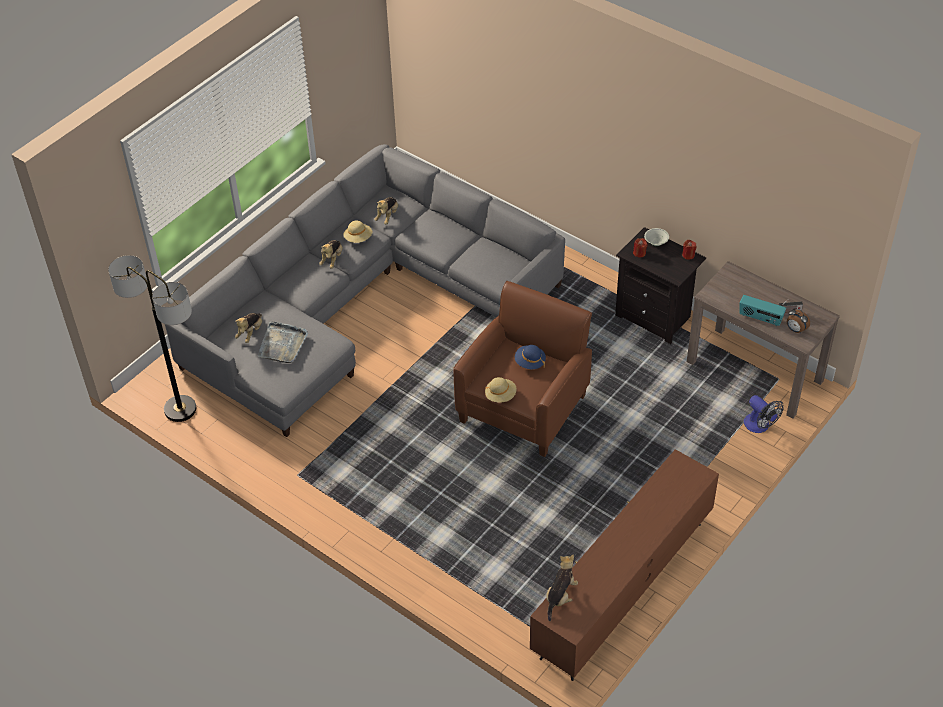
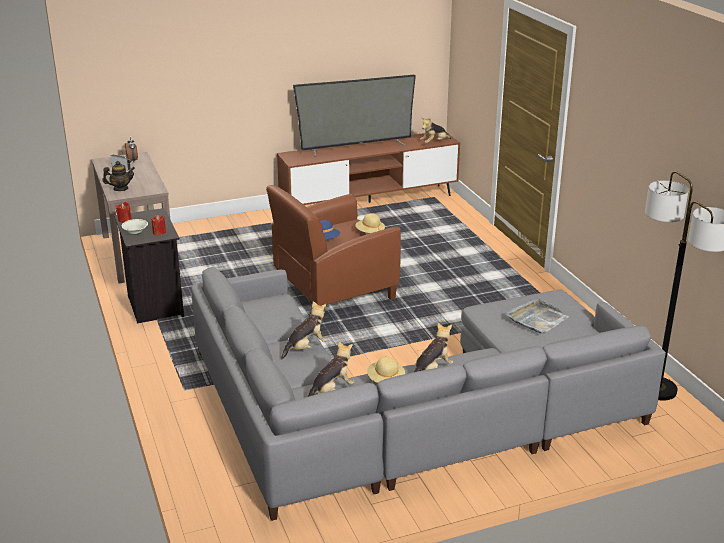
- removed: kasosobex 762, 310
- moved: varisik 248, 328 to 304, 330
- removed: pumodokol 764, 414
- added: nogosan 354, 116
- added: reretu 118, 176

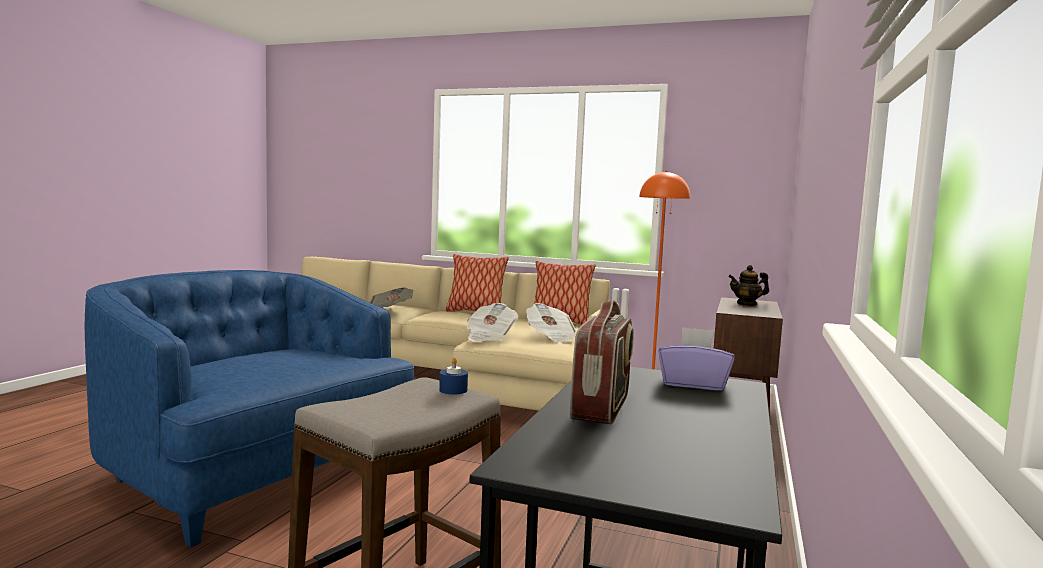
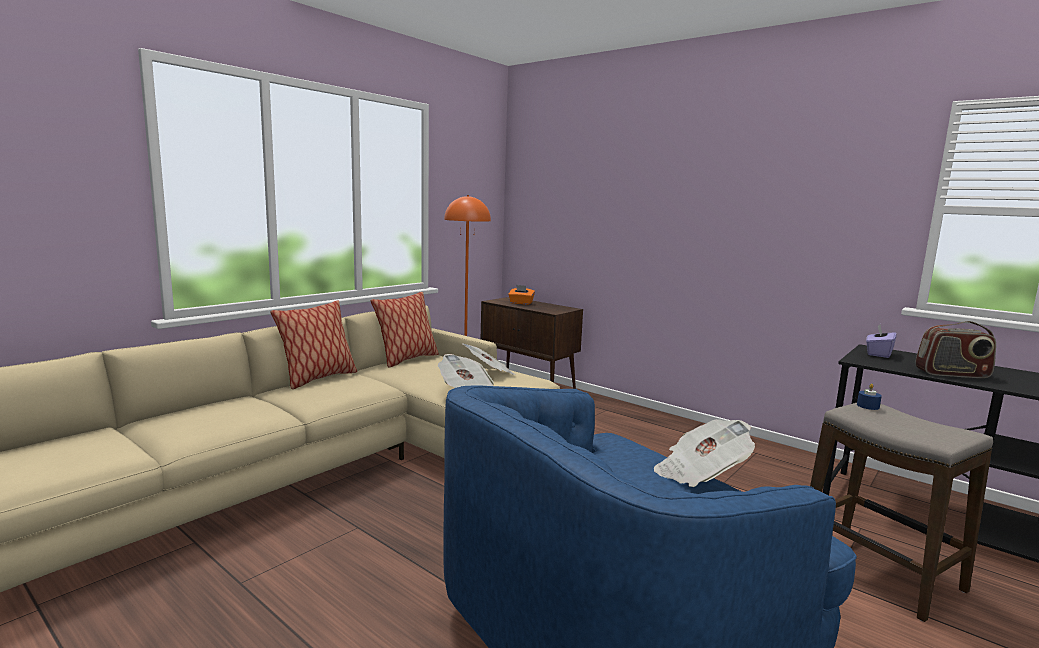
- replaced: reretu 748, 285 to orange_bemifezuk 521, 295
- moved: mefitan 392, 297 to 704, 453
- turned: kasosobex 602, 362 = 955, 349 150 degrees clockwise

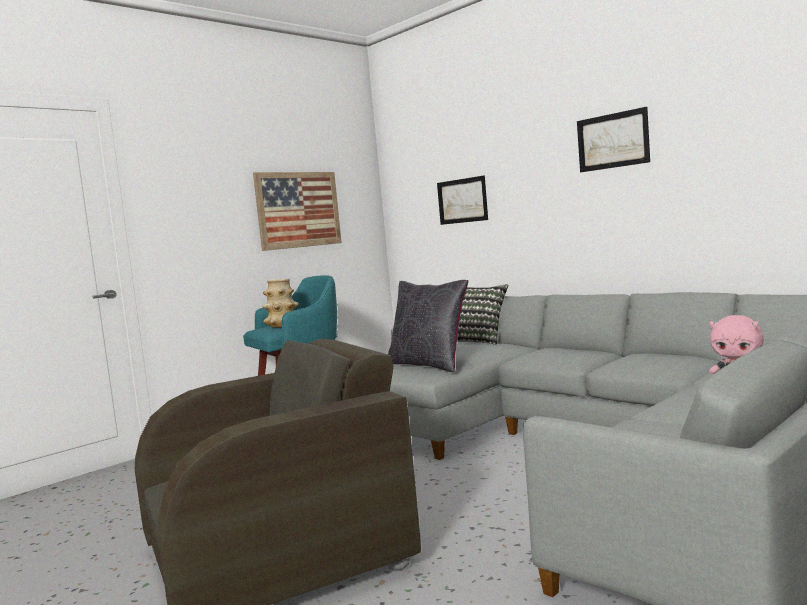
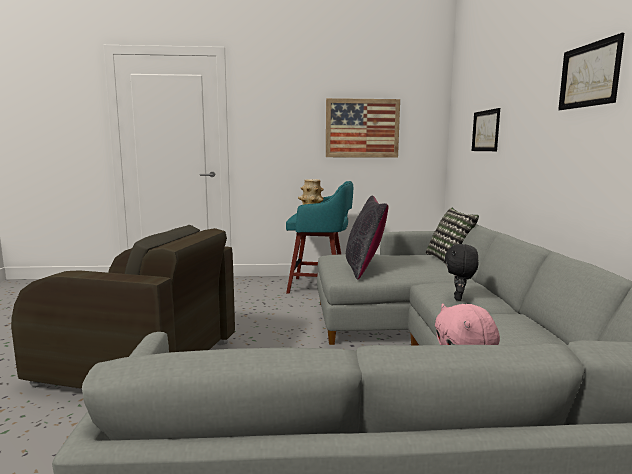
- added: black_varisik 461, 272

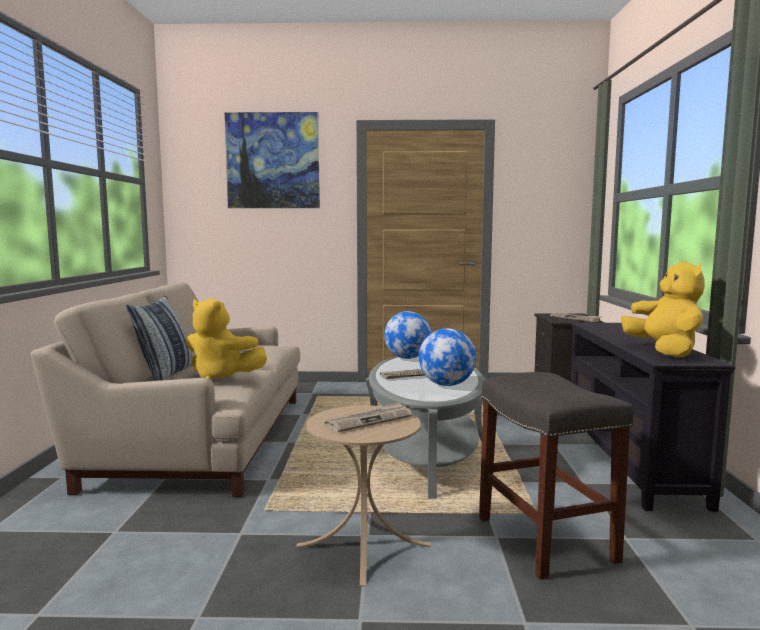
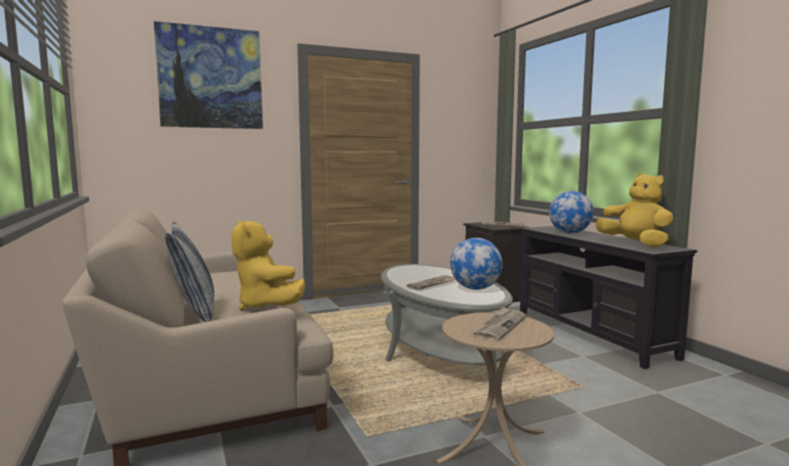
- turned: yellow_varisik 226, 339 = 268, 265 60 degrees clockwise
- moved: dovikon 407, 335 to 571, 212
- removed: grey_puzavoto 556, 475

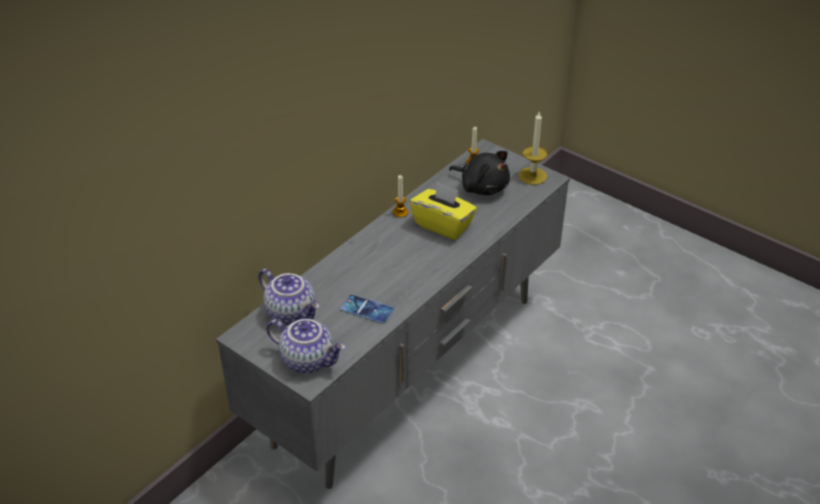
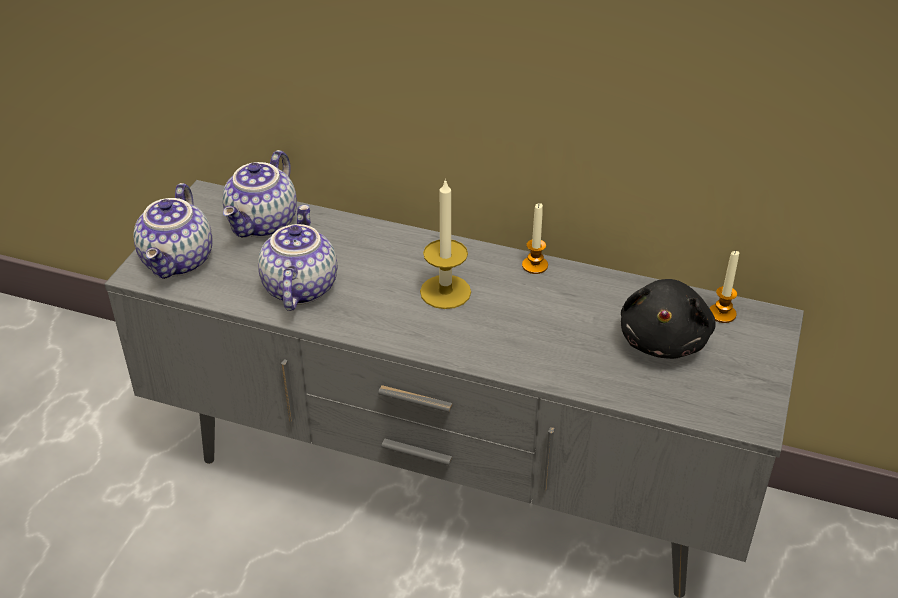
- moved: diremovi 533, 148 to 445, 243
- removed: yellow_bemifezuk 443, 211
- replaced: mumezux 367, 309 to reretu 297, 258

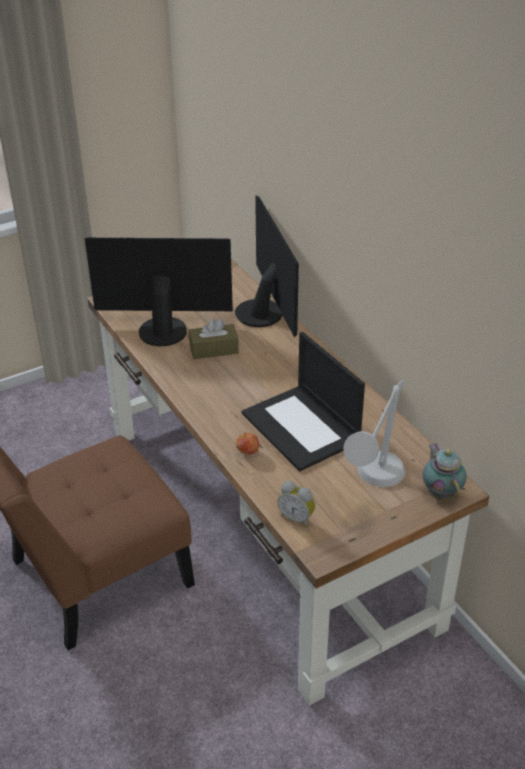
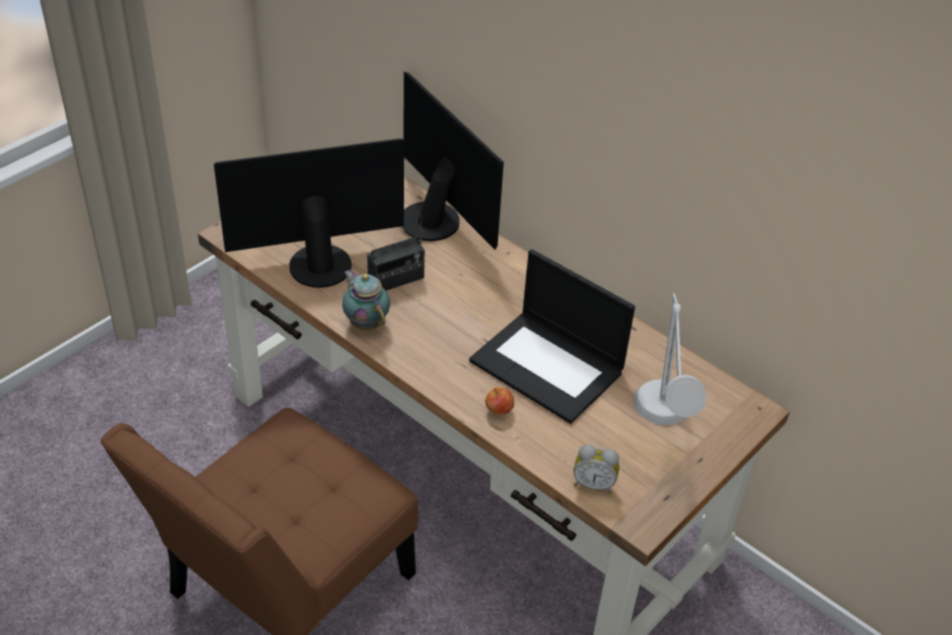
- replaced: brown_bemifezuk 214, 338 to kasosobex 396, 253
- moved: reretu 444, 471 to 366, 299

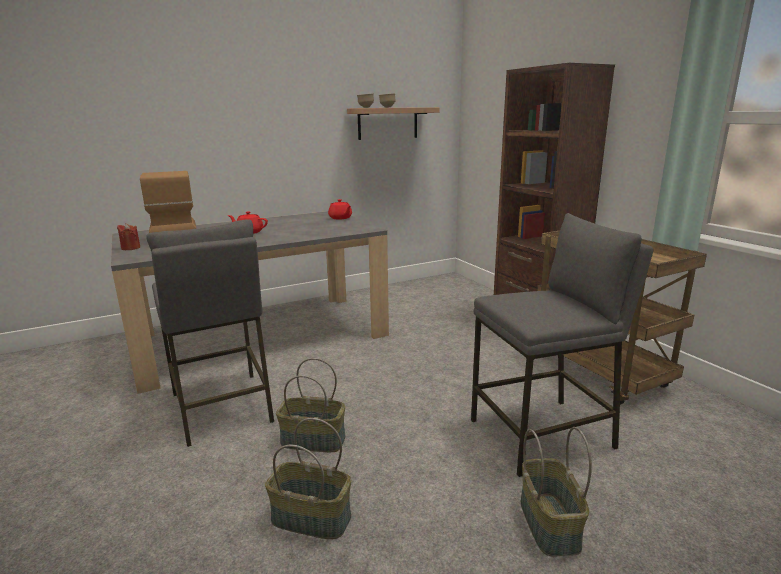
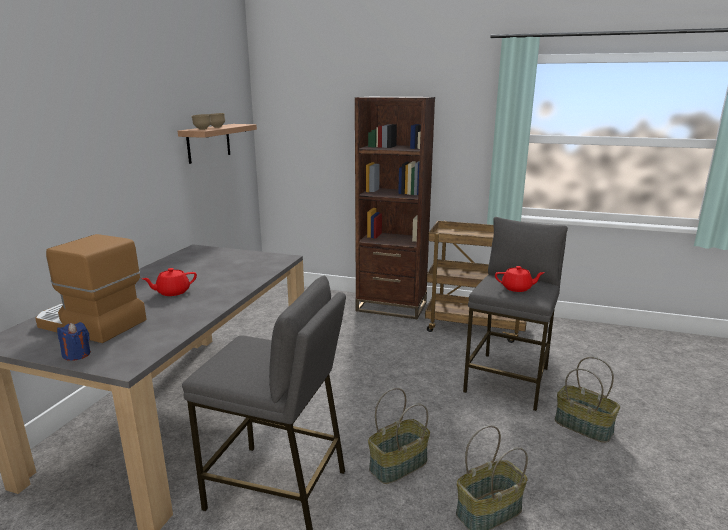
- moved: red_reretu 340, 209 to 520, 279
- recoloured: red_diremovi 128, 236 to blue_diremovi 74, 341

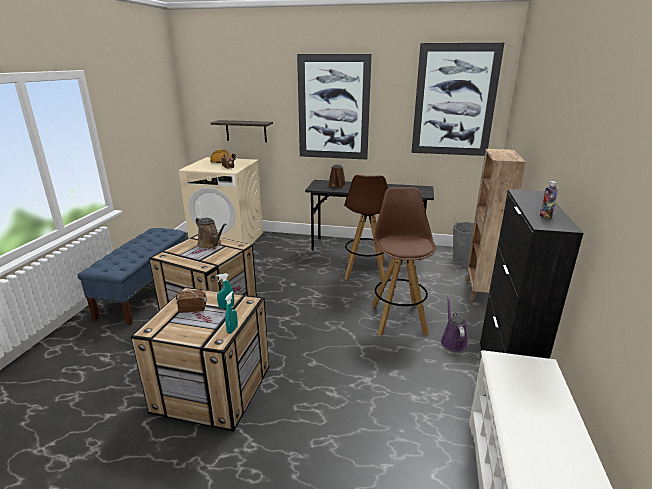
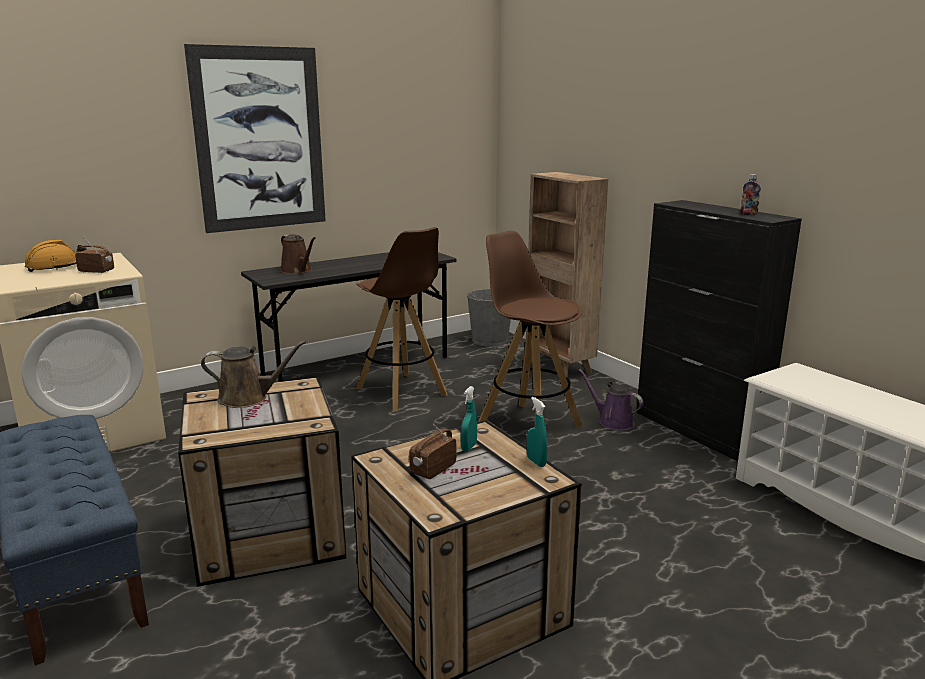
- removed: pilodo 457, 99
- removed: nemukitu 242, 131

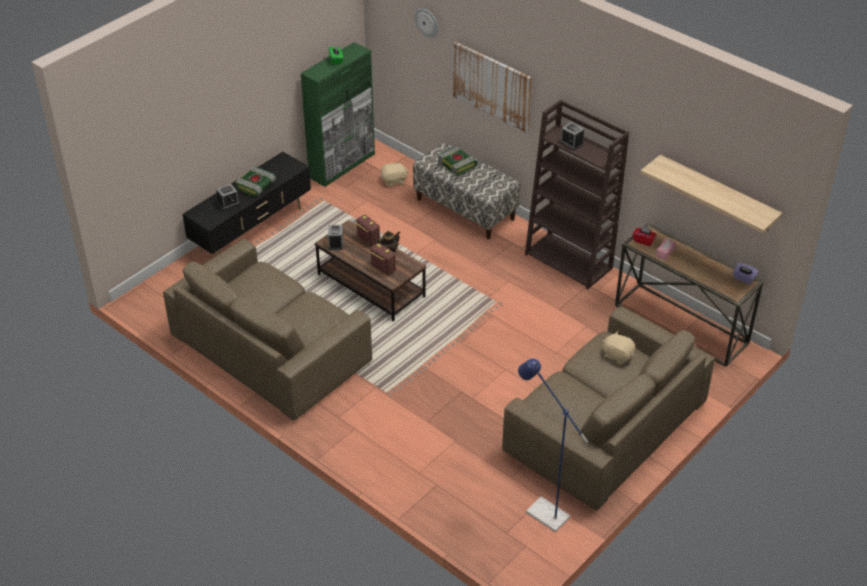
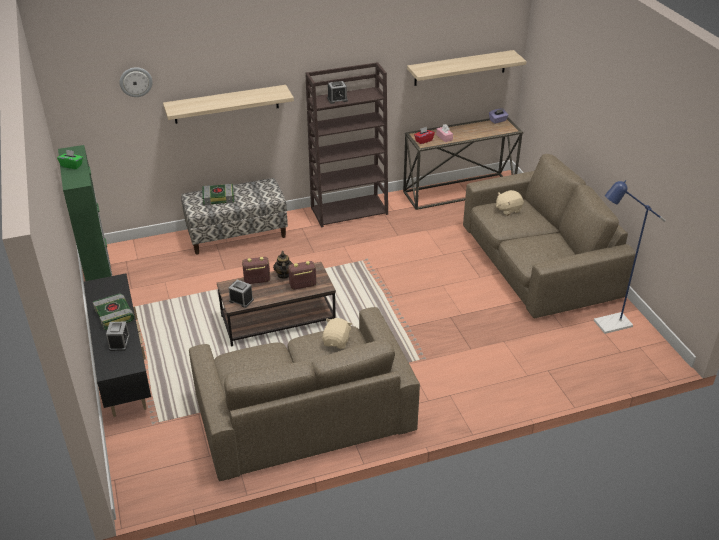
- replaced: pilodo 492, 87 to nemukitu 228, 104
- moved: beige_varisik 395, 174 to 337, 333

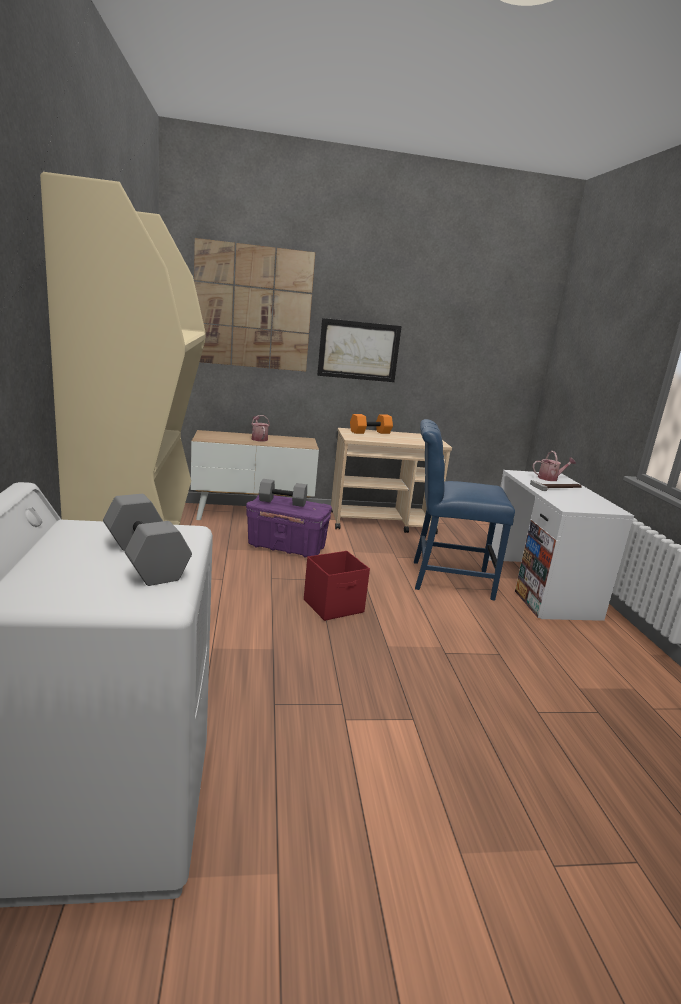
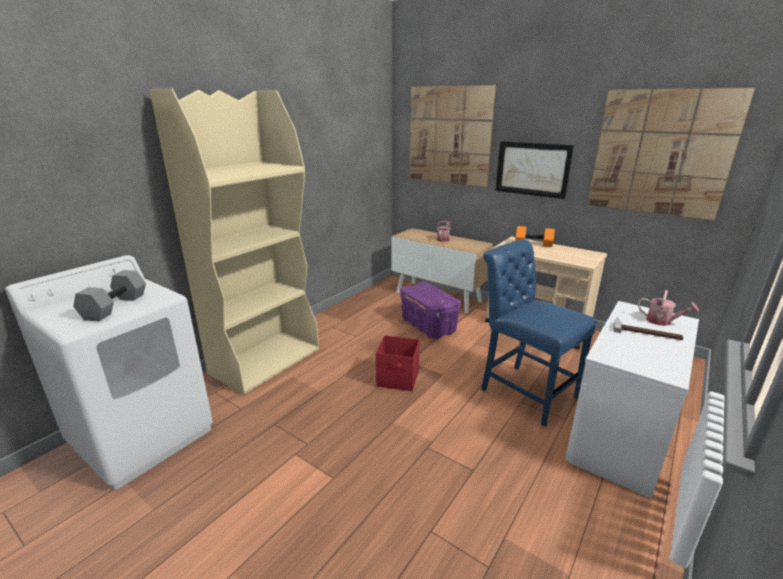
- removed: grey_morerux 283, 493
- added: pilodo 671, 154

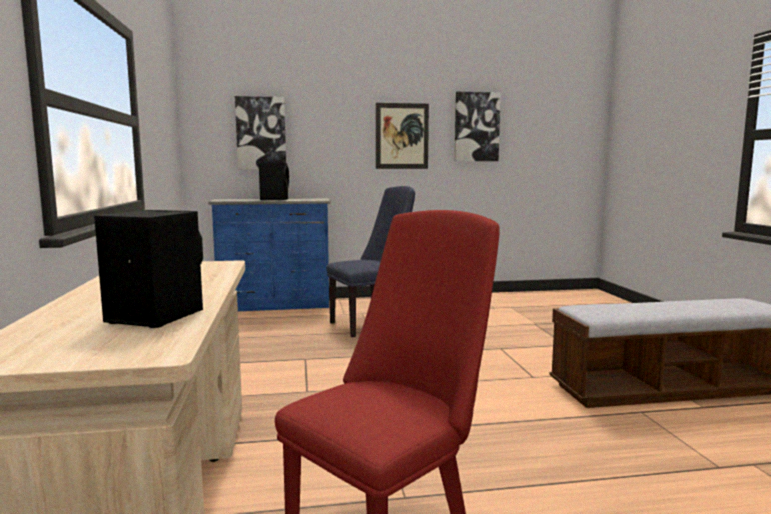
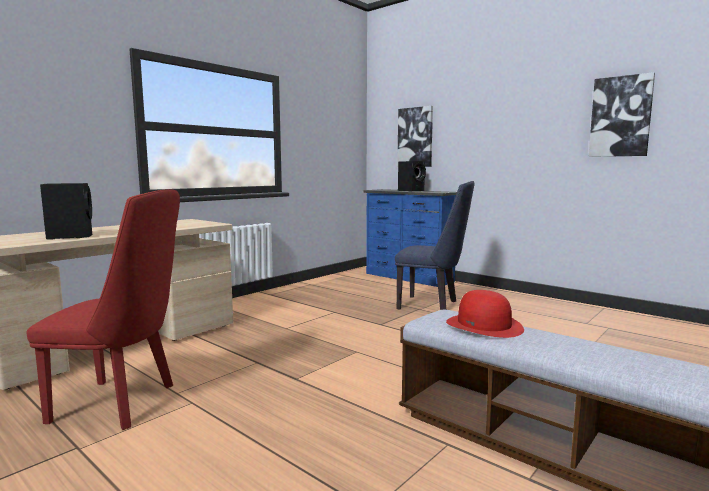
- removed: pilodo 402, 136
- added: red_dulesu 485, 314

